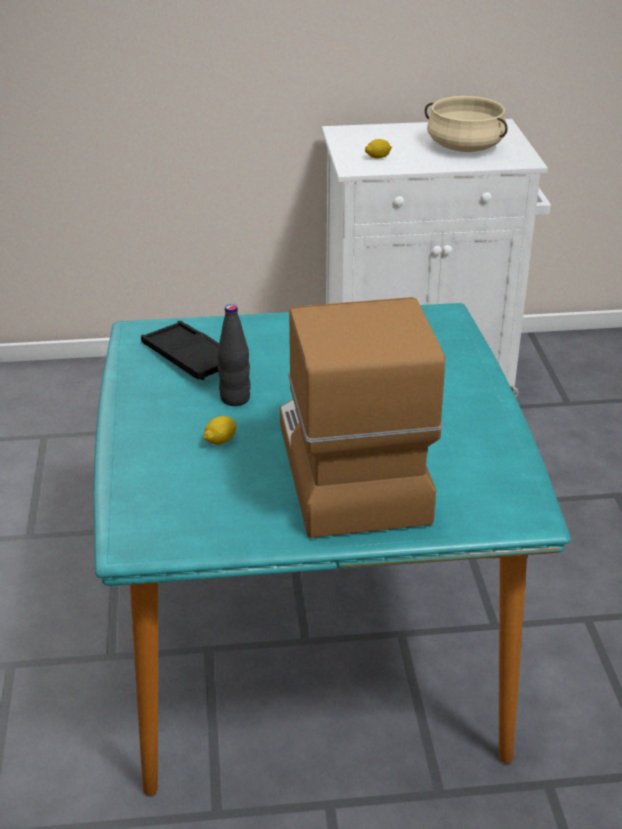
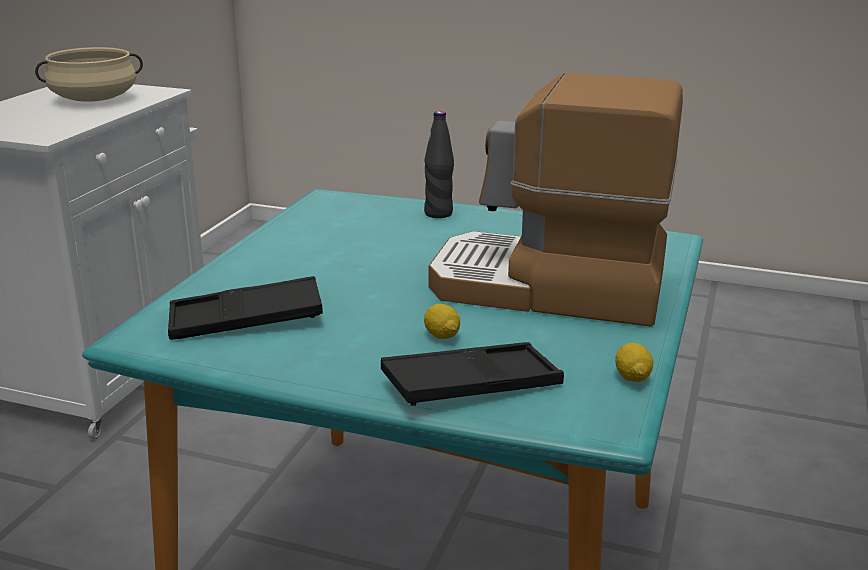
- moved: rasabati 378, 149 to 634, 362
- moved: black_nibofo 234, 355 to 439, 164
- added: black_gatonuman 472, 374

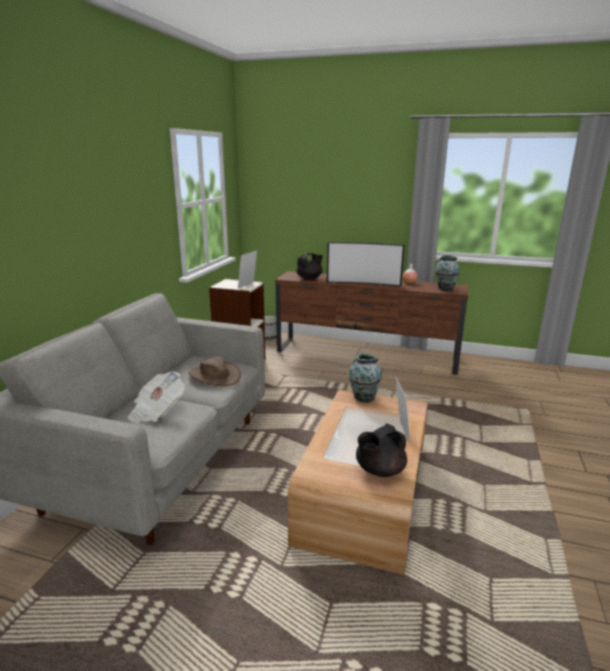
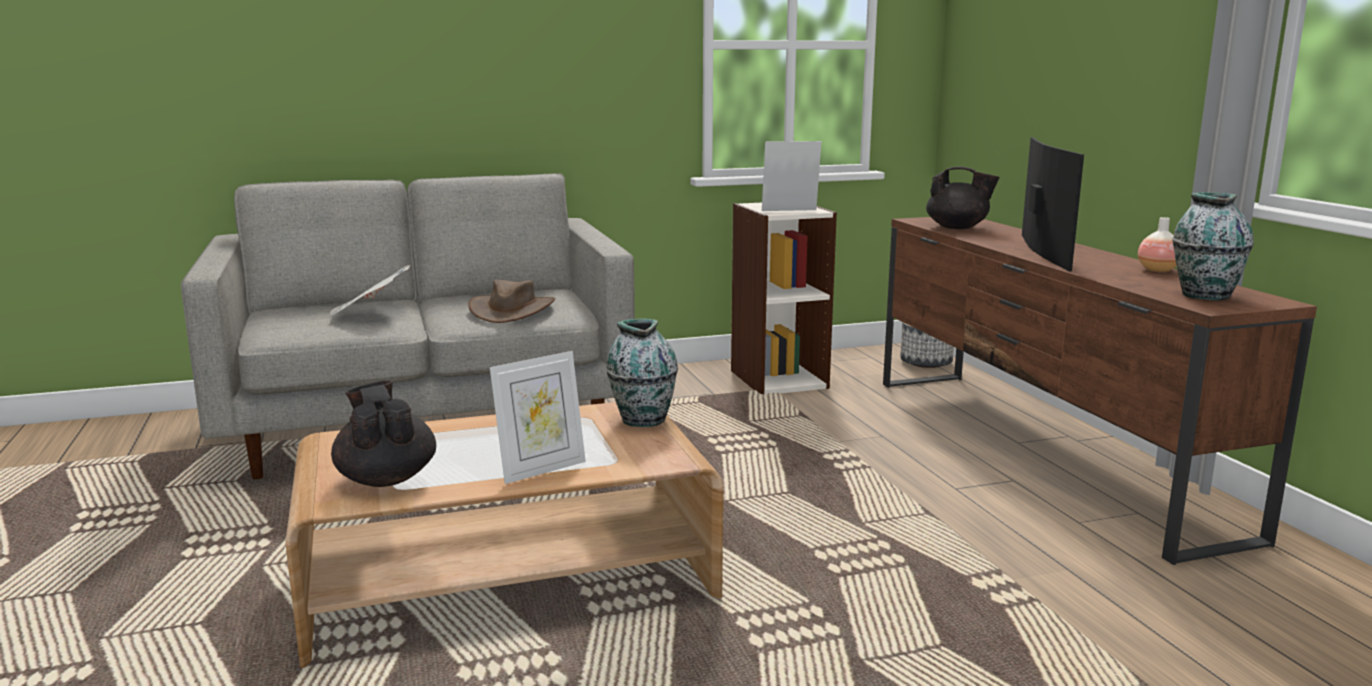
- turned: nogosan 365, 264 = 1053, 204 150 degrees counterclockwise
- turned: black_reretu 381, 450 = 383, 434 45 degrees clockwise

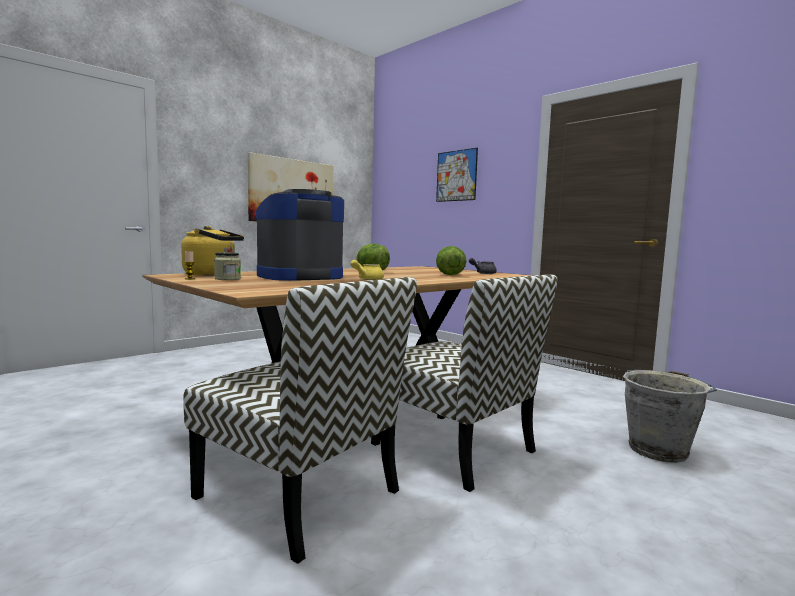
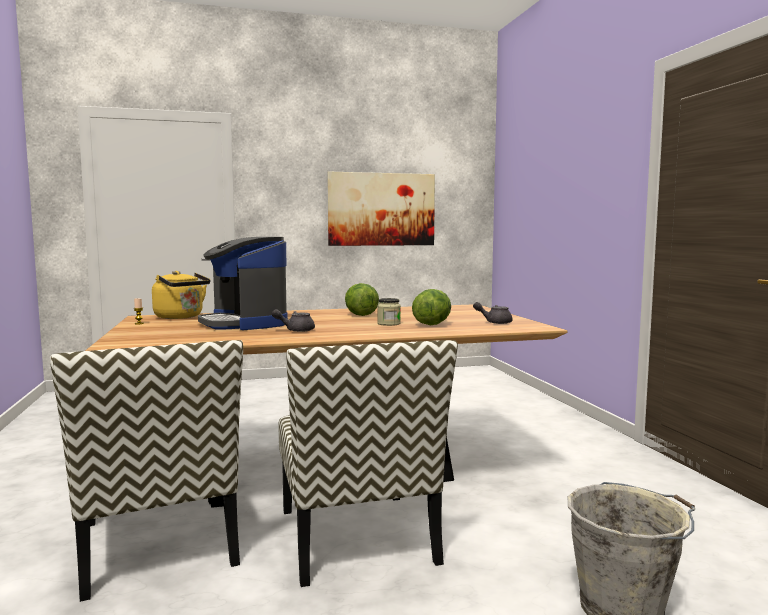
- removed: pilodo 457, 175
- turned: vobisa 300, 235 = 242, 283 120 degrees counterclockwise
- moved: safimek 227, 266 to 389, 312
- recoloured: yellow_reretu 367, 270 to grey_reretu 293, 320

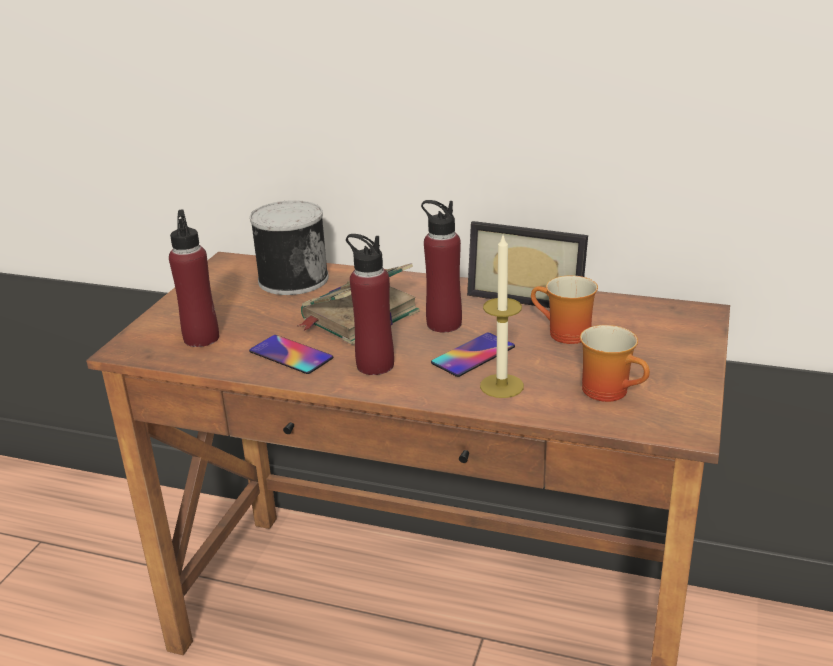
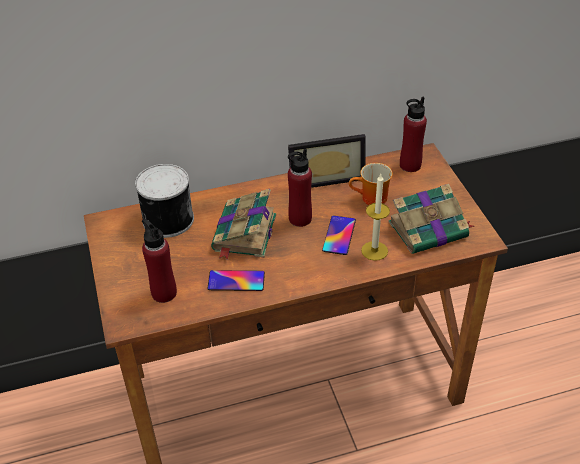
- moved: red_nibofo 370, 304 to 413, 134
- replaced: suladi 615, 363 to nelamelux 431, 219

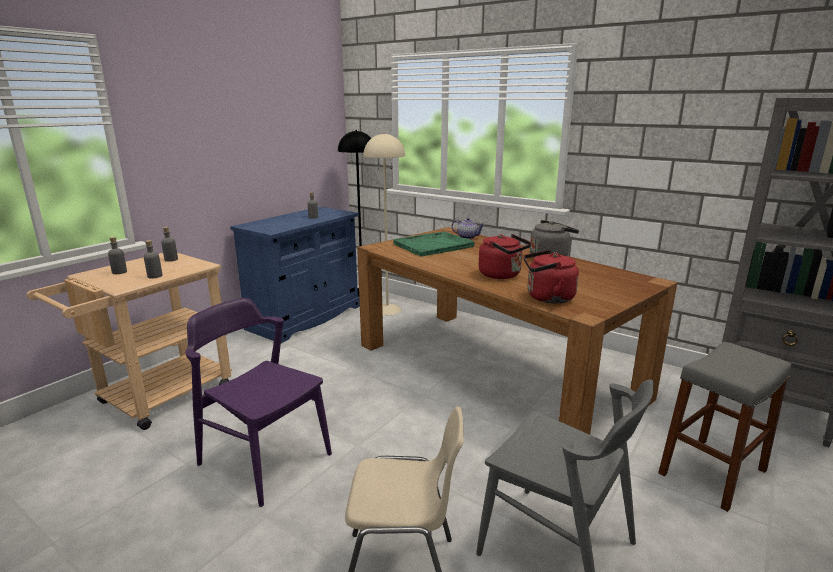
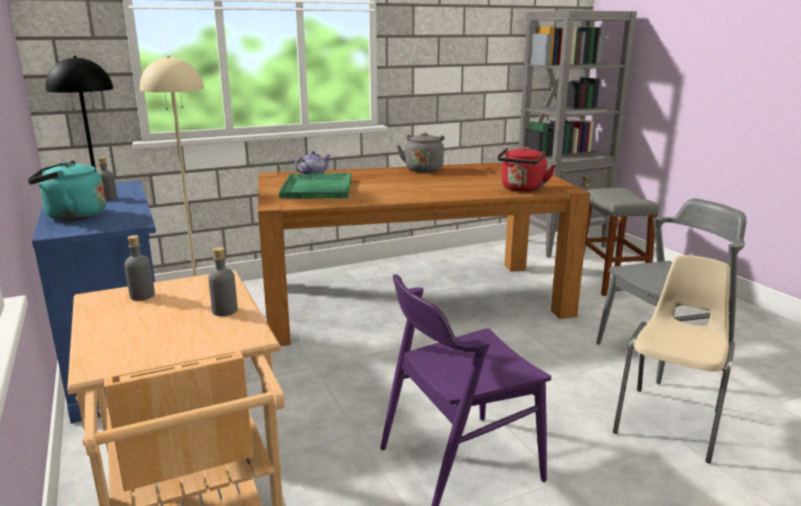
- removed: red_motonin 505, 256
- removed: grey_nibofo 117, 255
- added: turquoise_motonin 66, 190

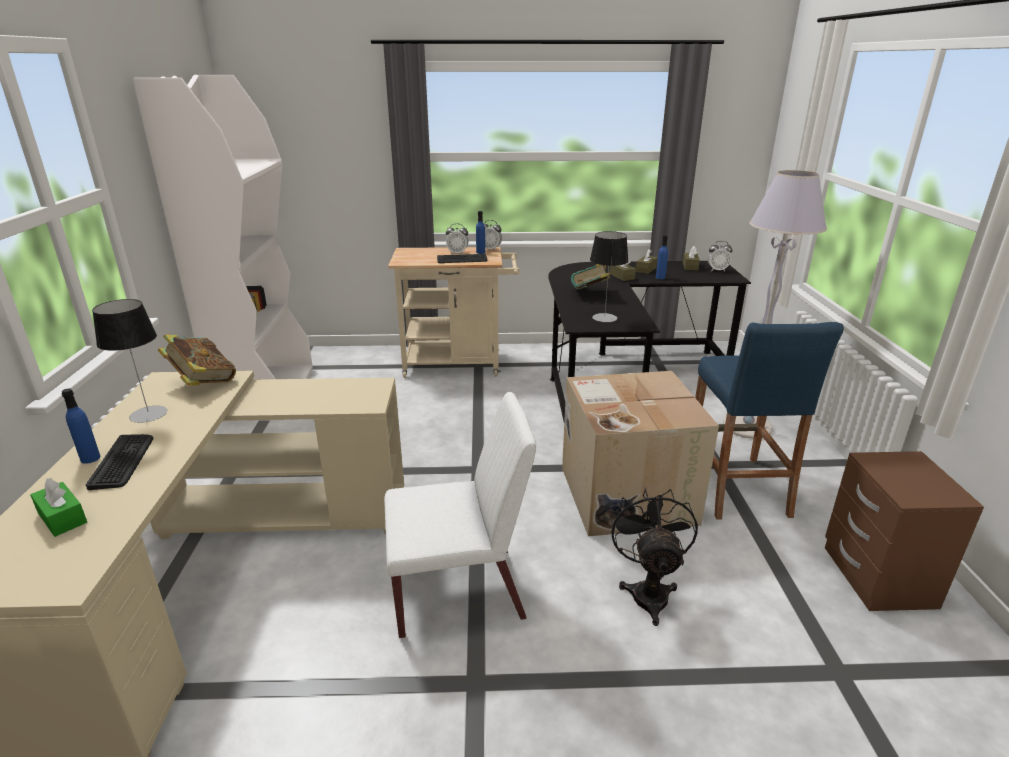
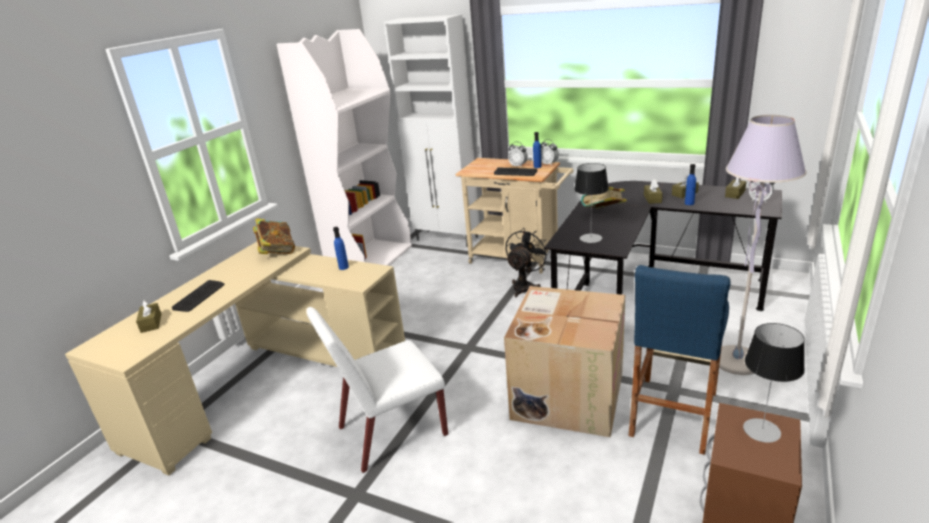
- moved: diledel 129, 361 to 774, 383
- moved: blue_nibofo 81, 426 to 341, 248
- turned: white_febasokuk 460, 515 = 377, 390 135 degrees clockwise
- recoloured: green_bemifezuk 58, 507 to brown_bemifezuk 148, 316
- moved: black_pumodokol 654, 556 to 527, 262
- added: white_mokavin 432, 131

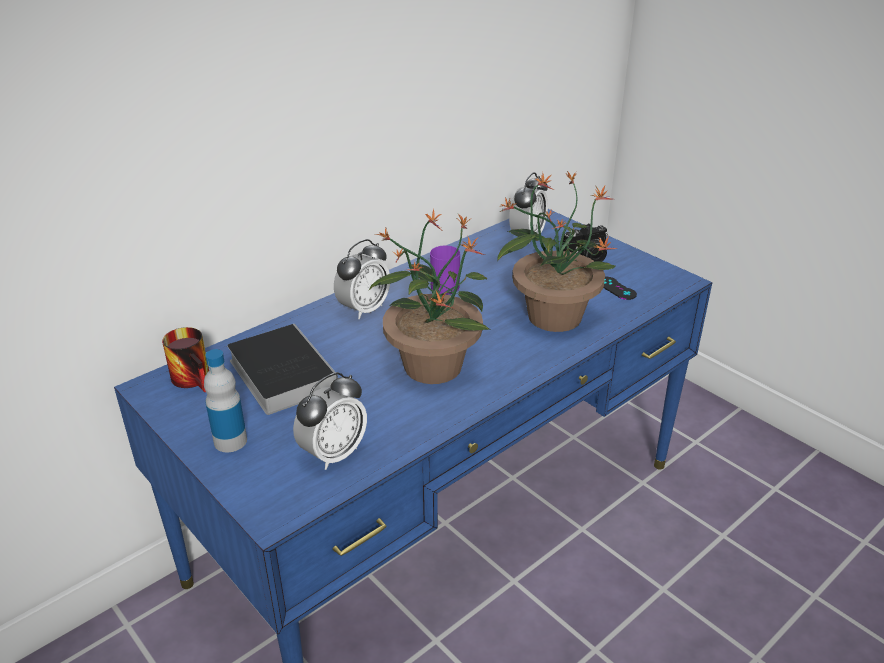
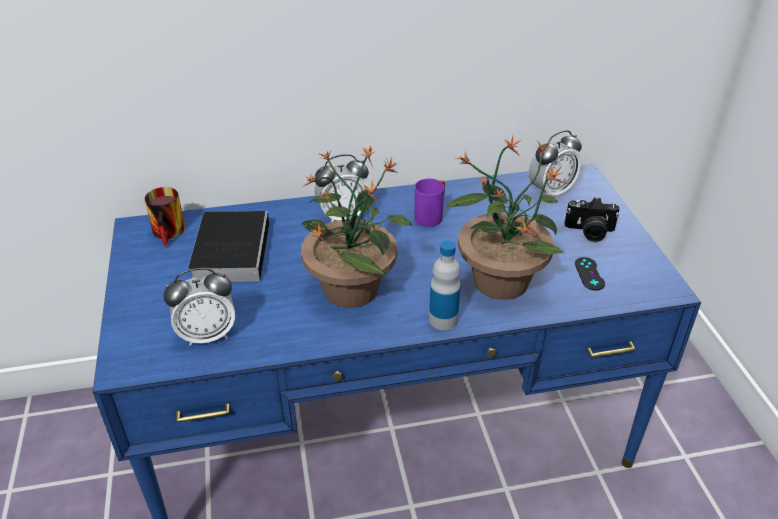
- moved: nibofo 225, 400 to 445, 285

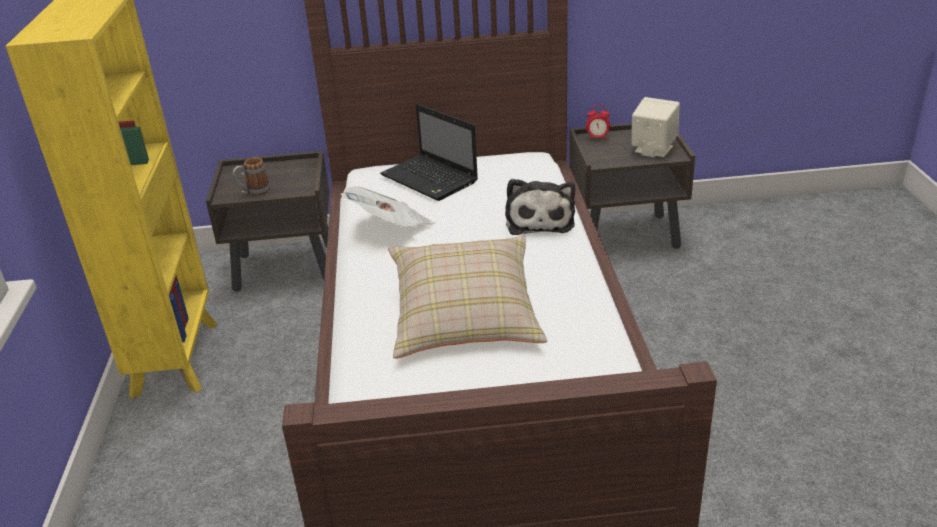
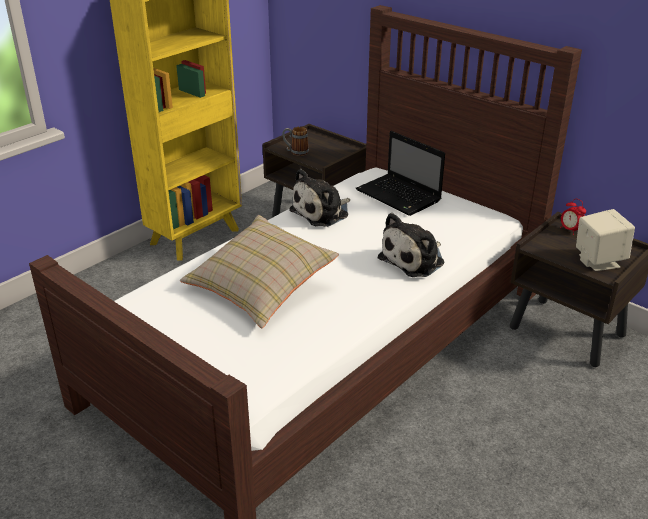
- turned: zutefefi 429, 152 = 400, 173 45 degrees counterclockwise
- replaced: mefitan 388, 207 to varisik 319, 198

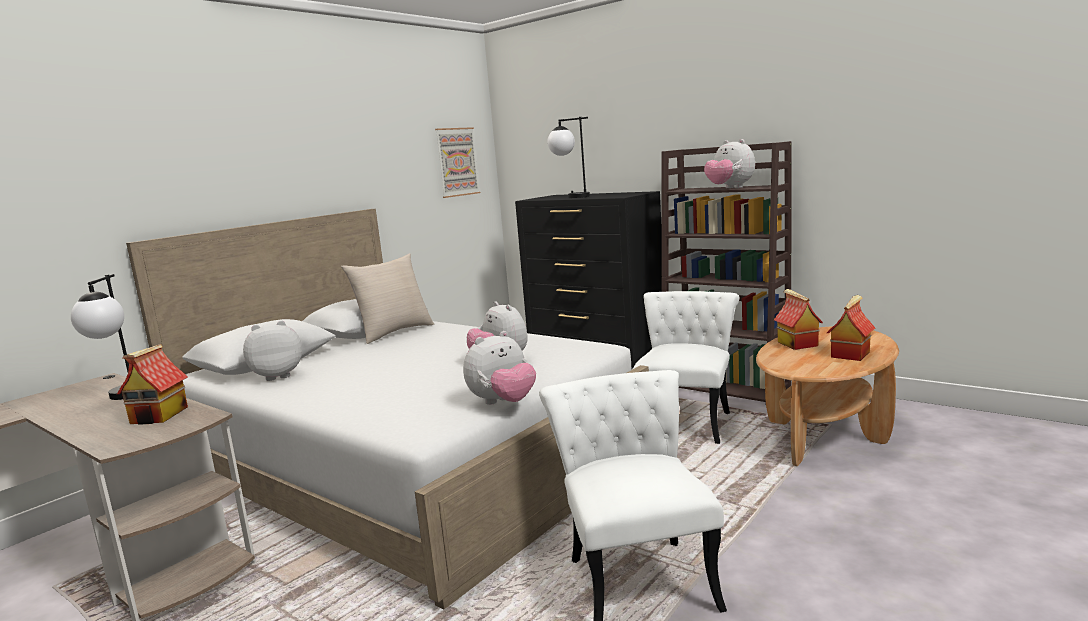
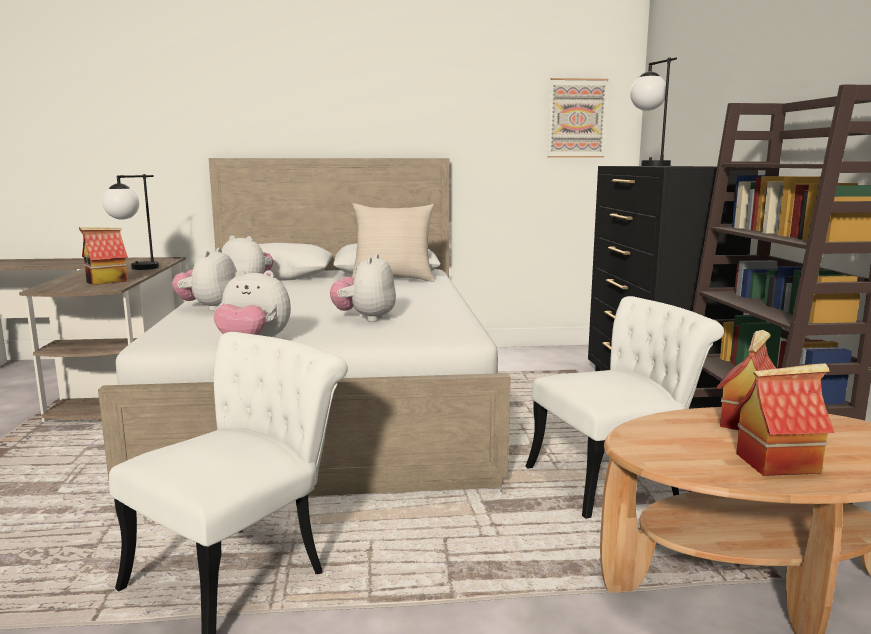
- moved: varisik 729, 163 to 204, 279

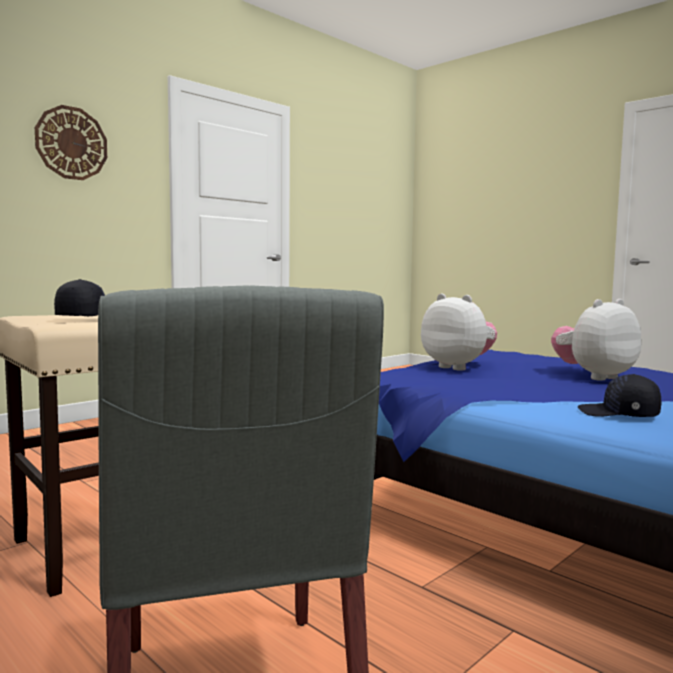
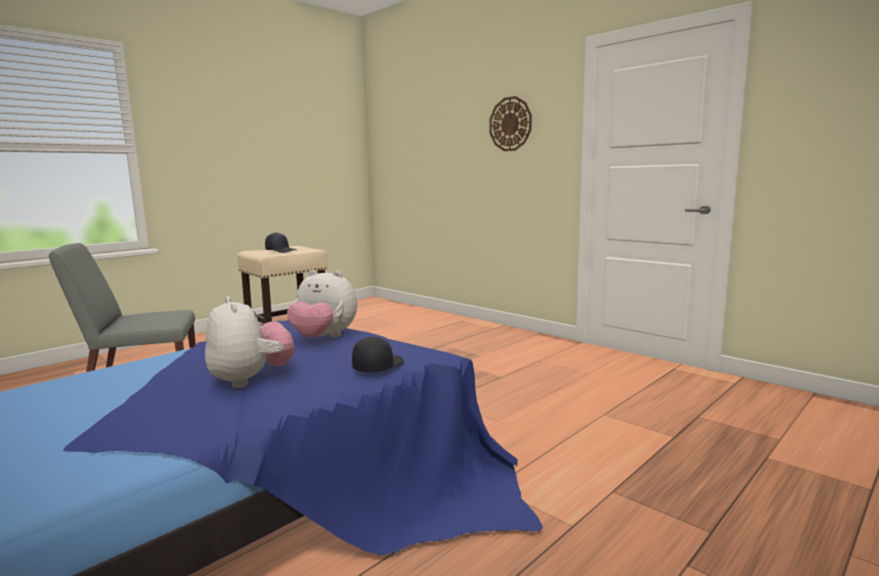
- turned: varisik 459, 332 = 322, 304 60 degrees clockwise
- moved: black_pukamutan 619, 395 to 378, 354

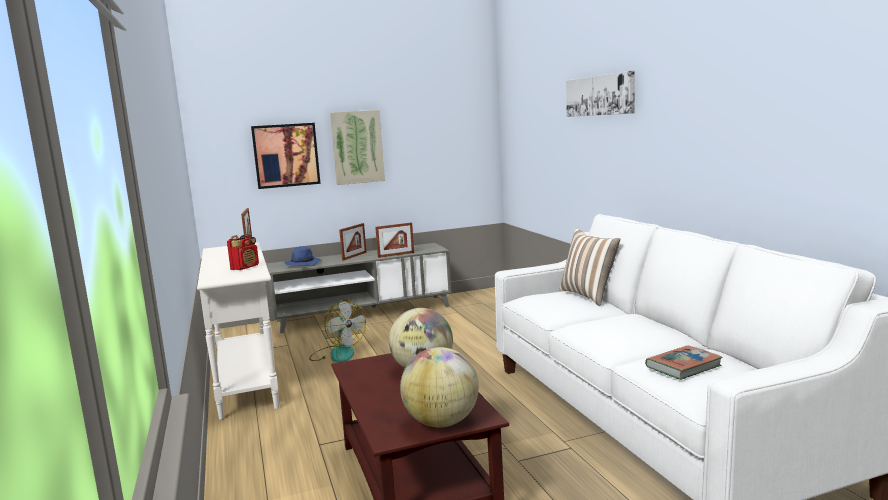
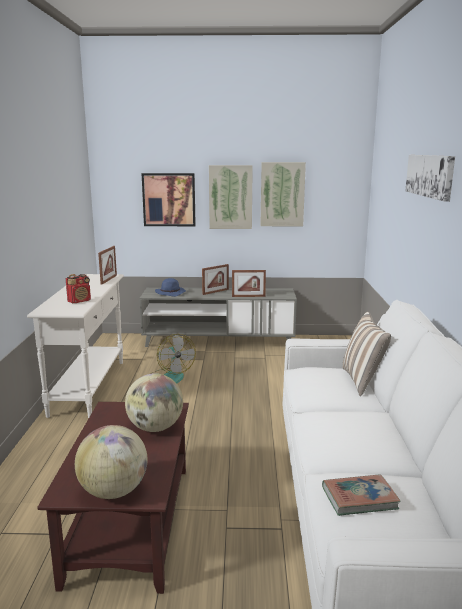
- added: pilodo 283, 194

